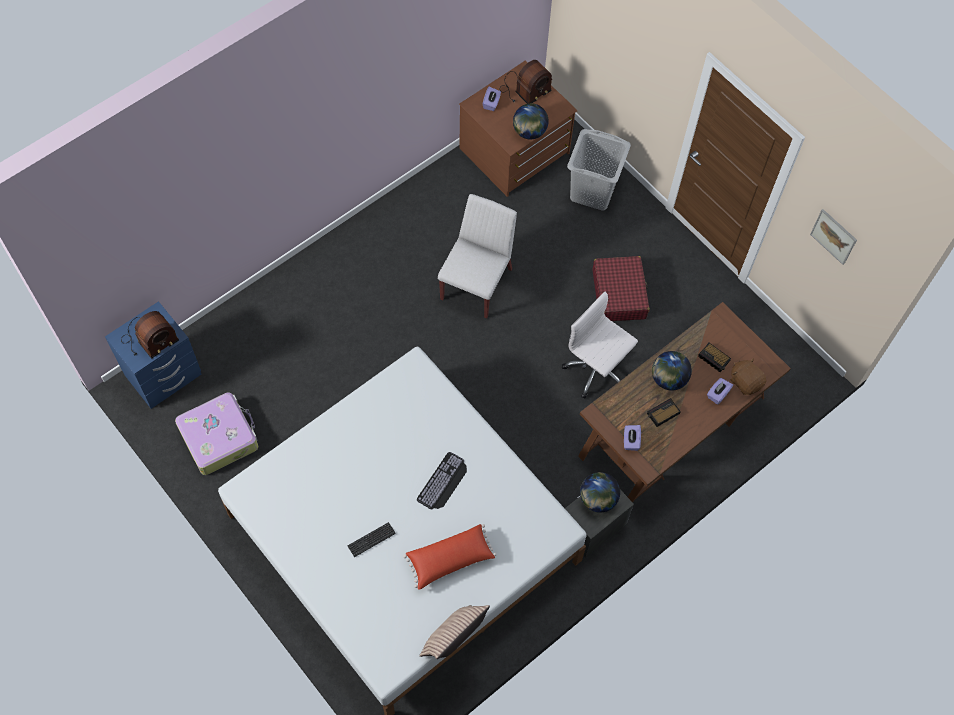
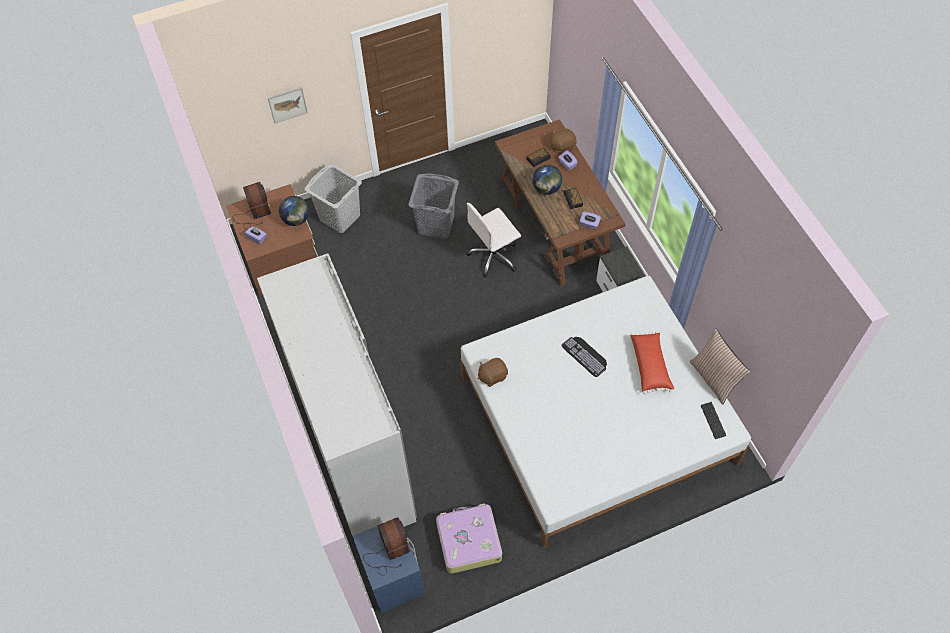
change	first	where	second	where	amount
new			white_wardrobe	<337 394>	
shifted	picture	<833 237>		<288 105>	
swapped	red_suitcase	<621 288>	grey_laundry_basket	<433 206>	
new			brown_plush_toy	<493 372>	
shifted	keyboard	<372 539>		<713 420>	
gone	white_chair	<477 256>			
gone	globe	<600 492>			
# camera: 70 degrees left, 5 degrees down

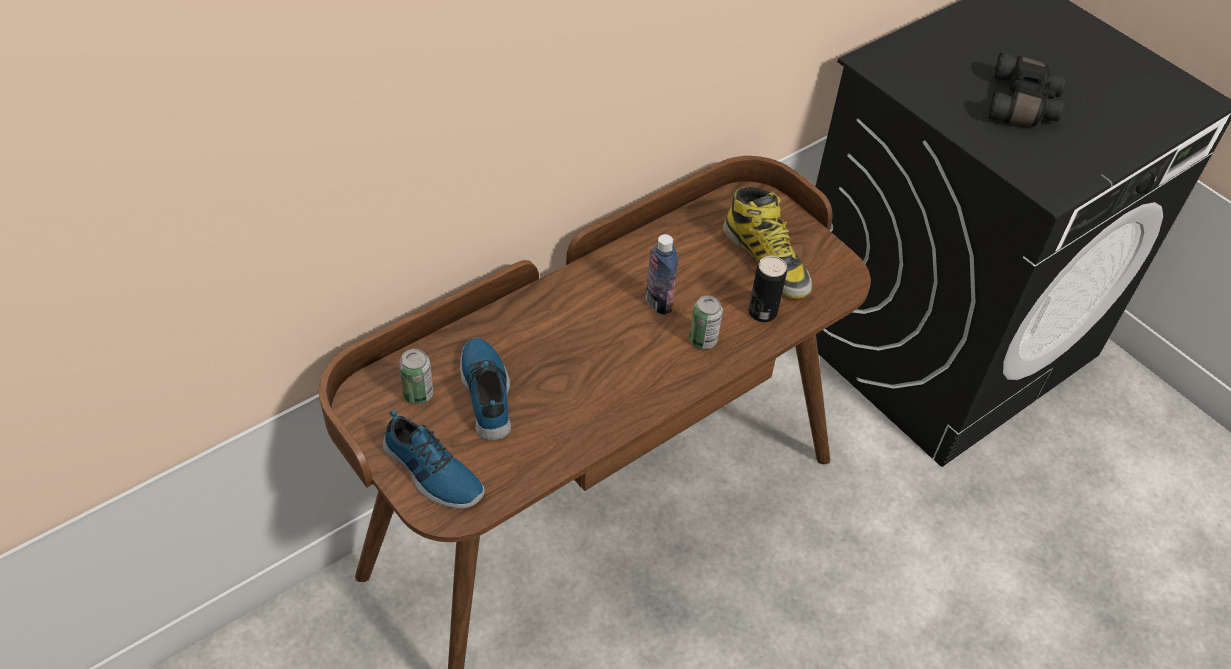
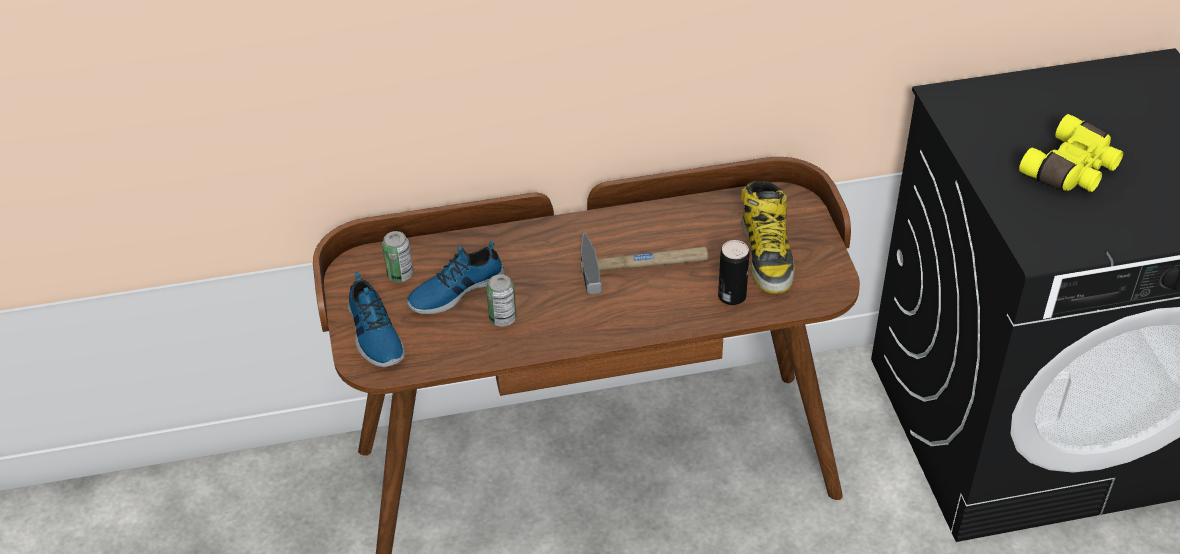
change	first	where	second	where	amount
rotated	shoe	<485 388>		<455 277>	135 degrees counterclockwise
shifted	can	<706 322>		<501 300>	
swapped	bottle	<662 274>	hammer	<644 263>	
repainted	black_binoculars	<1026 89>	yellow_binoculars	<1071 153>	
# camera: 30 degrees right, 5 degrees down

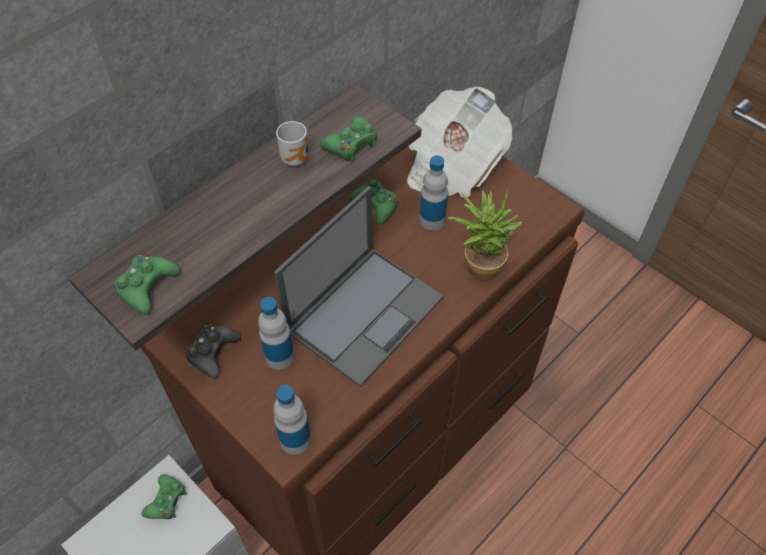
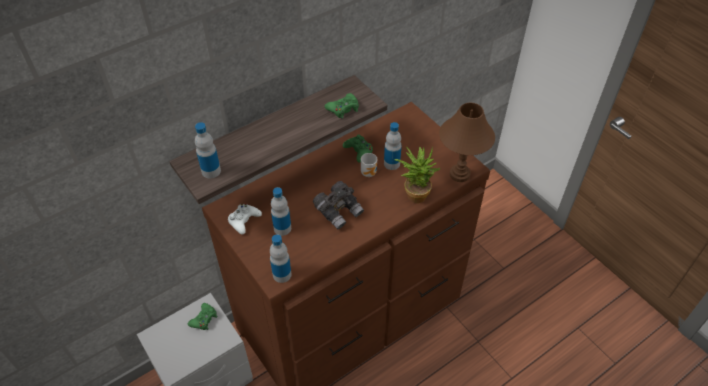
change	first	where	second	where	amount
swapped	green_game_controller	<147 284>	bottle	<208 150>	
repainted	black_game_controller	<213 351>	white_game_controller	<245 219>	
swapped	laptop	<359 286>	grey_binoculars	<338 205>	
shifted	mug	<292 143>		<369 165>	
new			brown_table_lamp	<467 142>	
gone	newspaper	<459 142>			
# camera: 10 degrees right, 5 degrees down

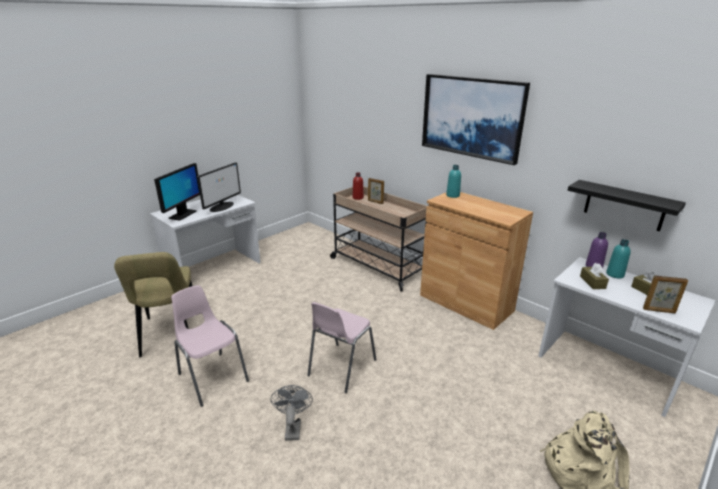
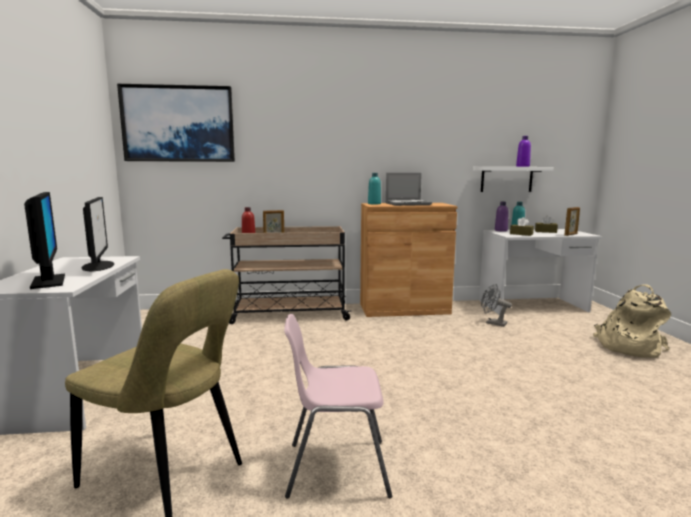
change	first	where	second	where	amount
shifted	picture	<476 119>		<176 123>	
new			laptop	<408 189>	
repainted	black_shelf	<627 205>	white_shelf	<513 179>	
shifted	grey_fan	<292 413>		<496 305>	
new			purple_bottle	<523 151>	
gone	pink_chair	<341 347>			
# camera: 50 degrees left, 15 degrees down

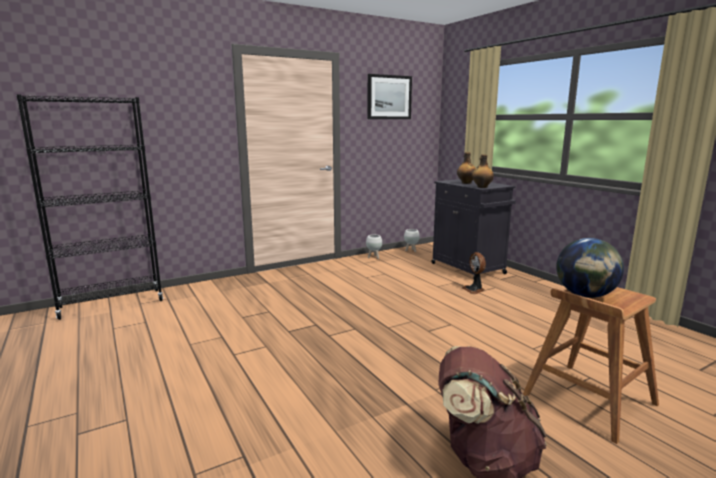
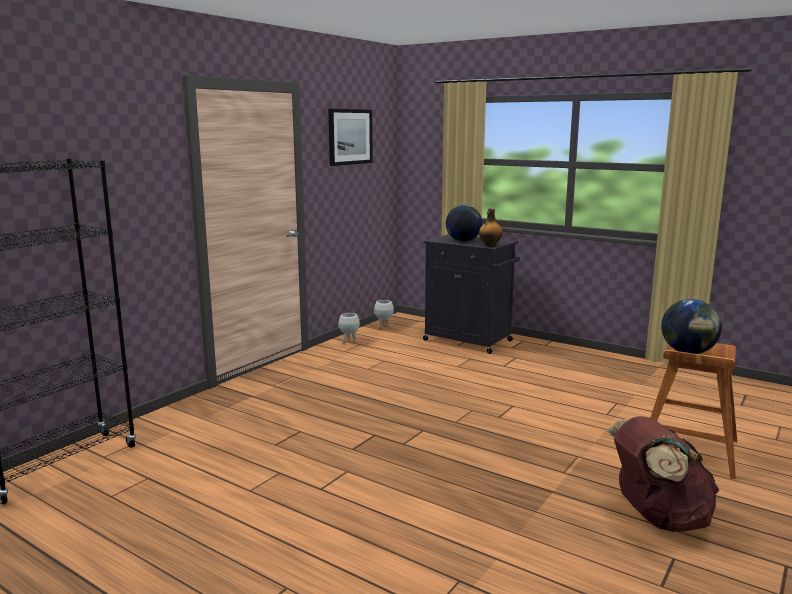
change	first	where	second	where	amount
swapped	bottle	<466 168>	globe	<464 223>	
gone	fan	<474 273>			
# camera: 25 degrees left, 0 degrees up

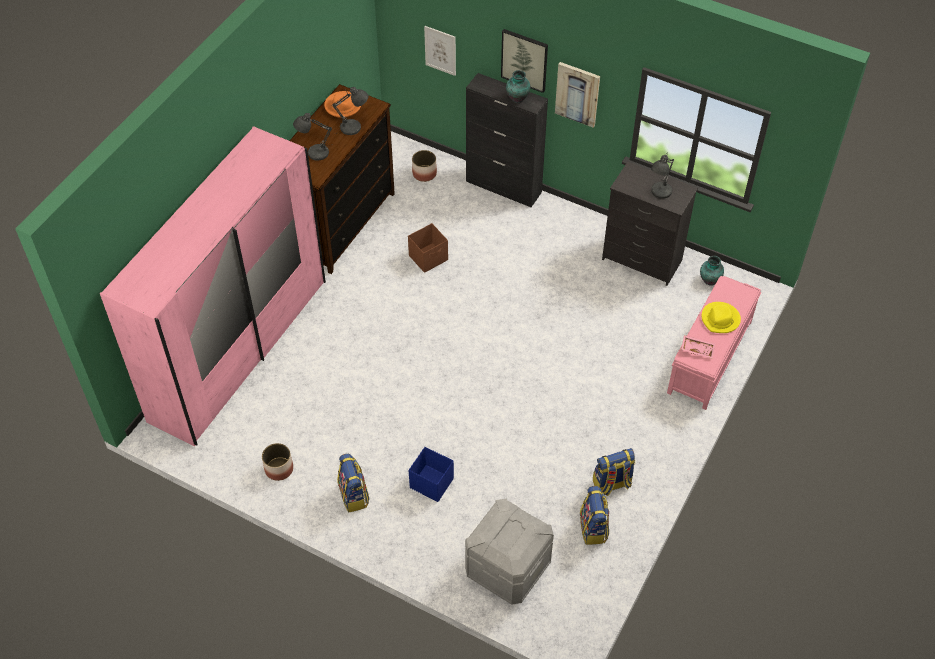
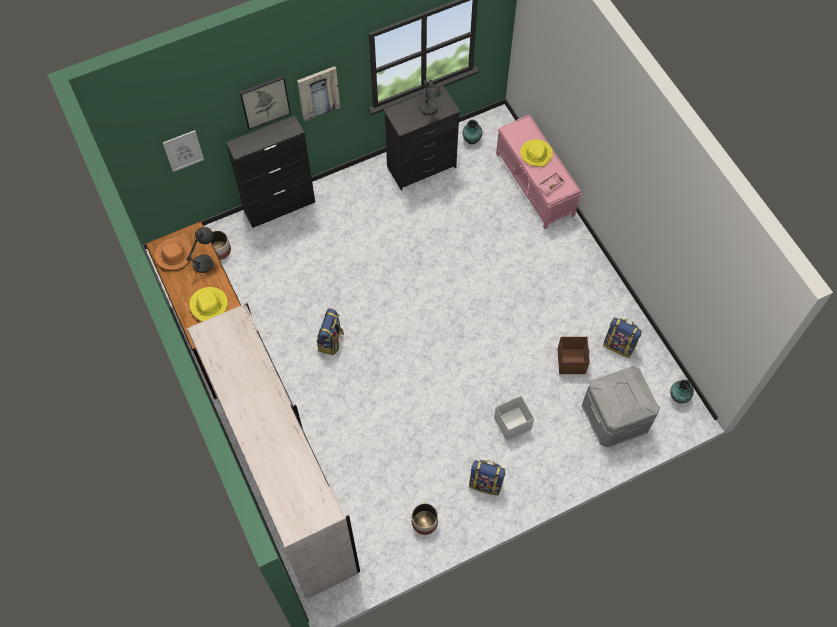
change	first	where	second	where	amount
repainted	pink_wardrobe	<213 286>	white_wardrobe	<273 451>	
swapped	grey_table_lamp	<313 136>	yellow_hat	<209 304>	
shifted	backpack	<614 472>		<330 331>	
repainted	blue_storage_box	<431 474>	white_storage_box	<514 418>	
shifted	brown_storage_box	<428 248>		<573 355>	
shifted	vase	<518 86>		<682 391>	
# camera: 55 degrees left, 10 degrees up

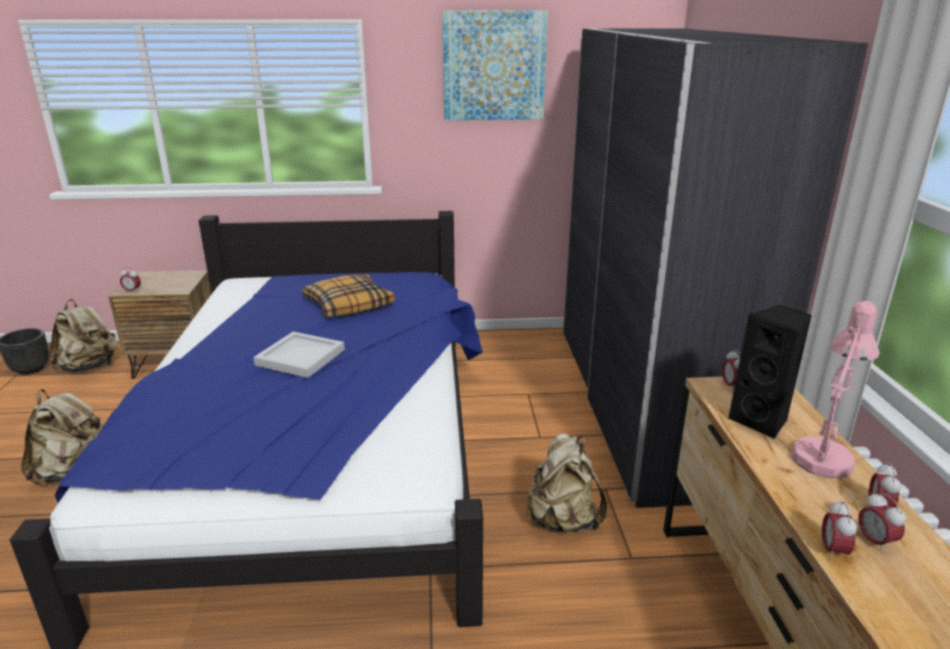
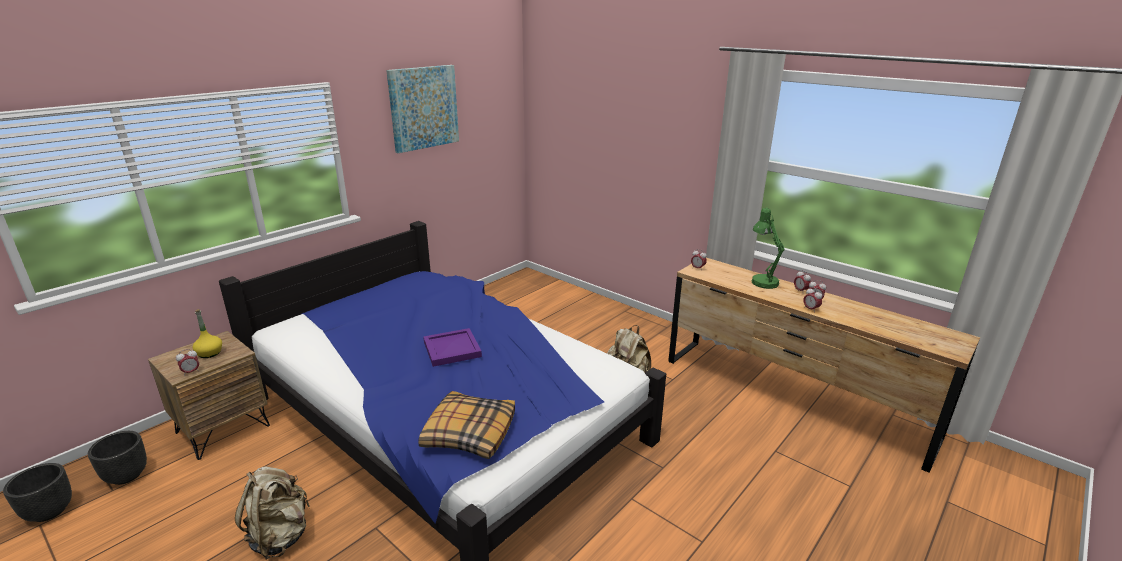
change	first	where	second	where	amount
swapped	beige_backpack	<83 335>	black_planter	<117 458>	
new			yellow_bottle	<207 333>	
shifted	pillow	<348 295>		<466 425>	
repainted	white_tray	<299 355>	purple_tray	<452 347>	
repainted	pink_table_lamp	<835 390>	green_table_lamp	<768 248>	
gone	grey_wardrobe	<715 268>			
gone	black_speaker	<770 372>			
# camera: 45 degrees left, 0 degrees up

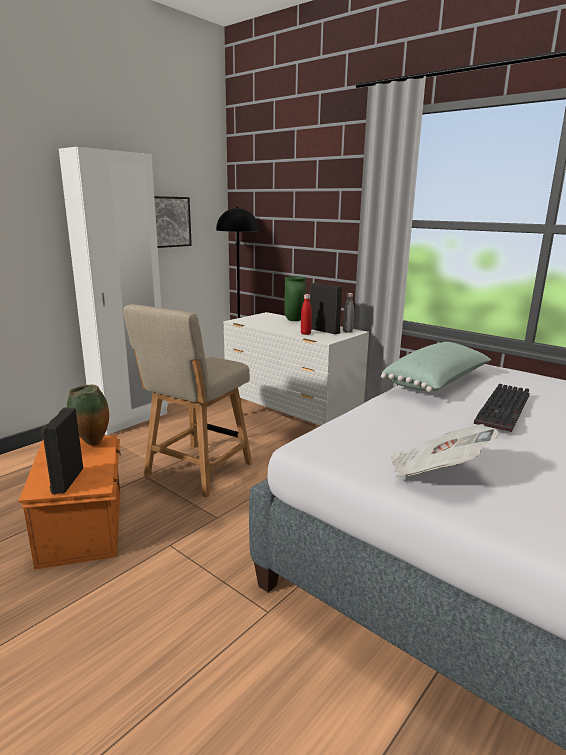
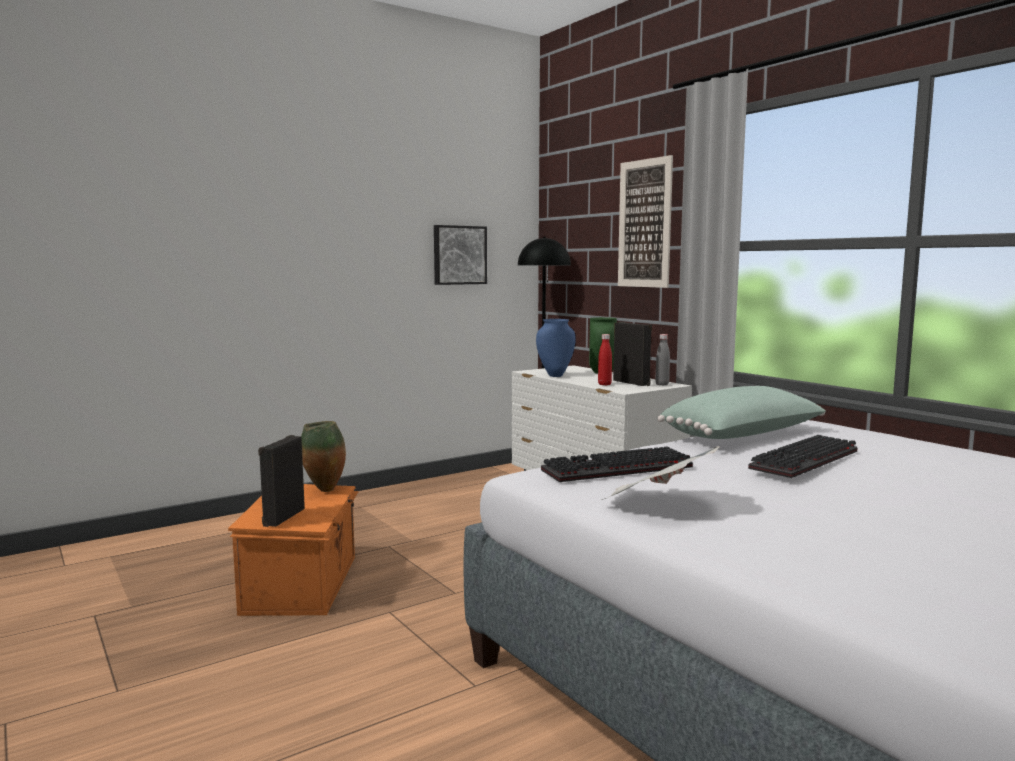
change	first	where	second	where	amount
new			blue_vase	<555 348>	
new			keyboard	<617 464>	
new			picture	<645 221>	
gone	white_wardrobe	<113 291>			
gone	beige_chair	<187 401>			
# camera: 15 degrees right, 10 degrees down

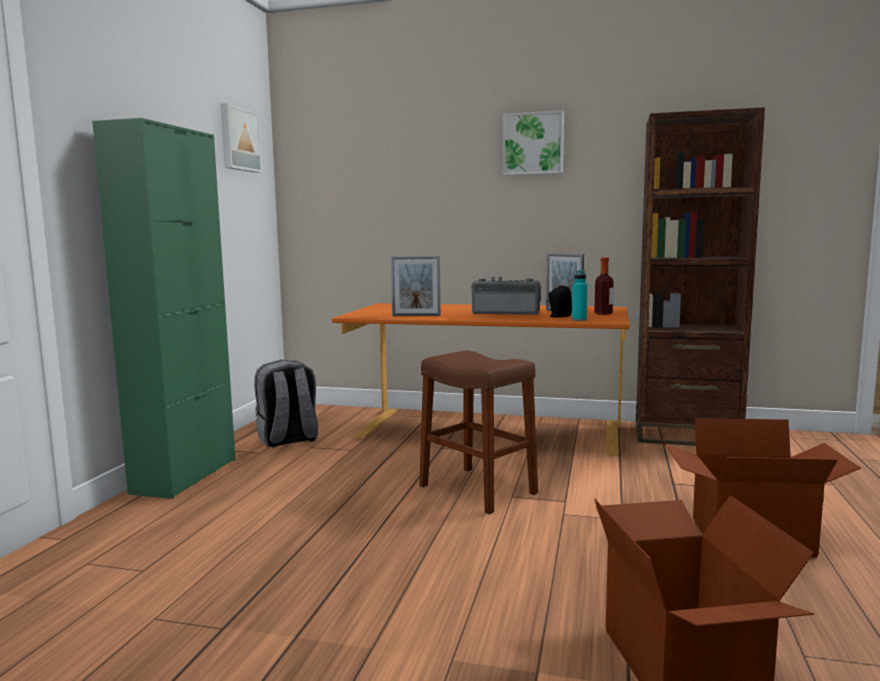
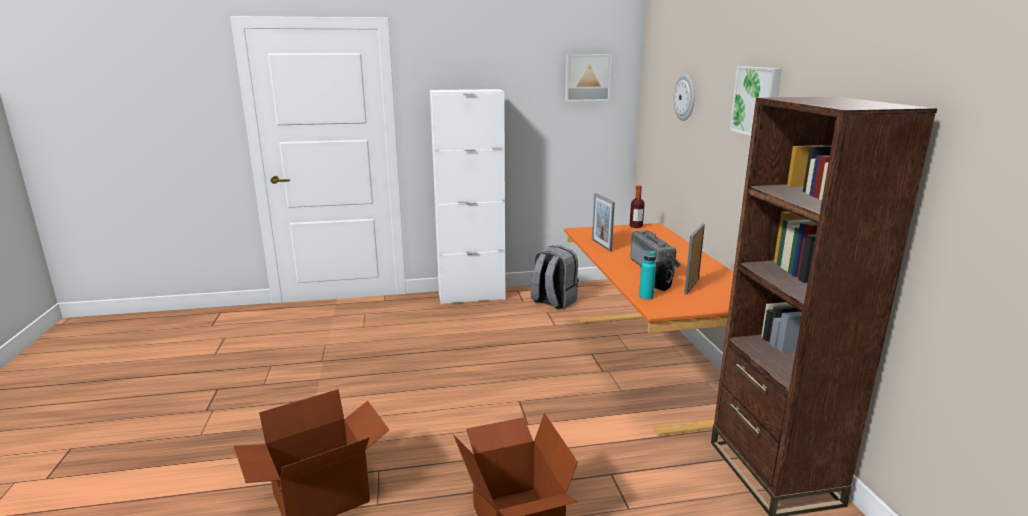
change	first	where	second	where	amount
repainted	green_cabinet	<163 308>	white_cabinet	<467 197>	
shifted	bottle	<604 286>		<637 206>	
new			wall_clock	<684 97>	
gone	brown_stool	<478 432>			
# camera: 65 degrees right, 10 degrees up

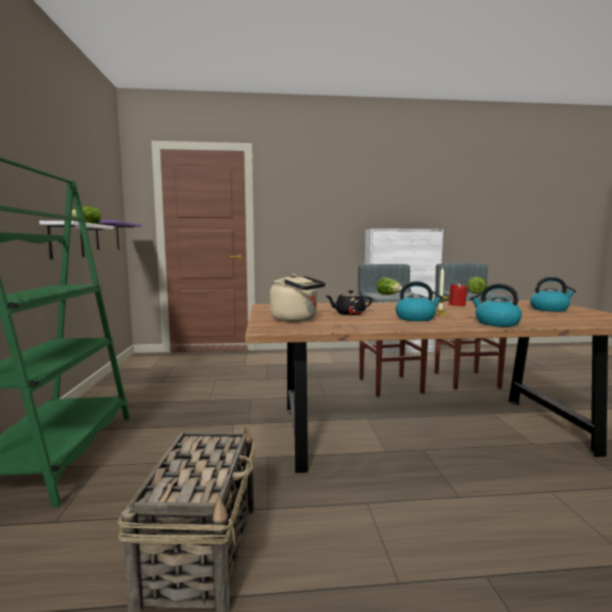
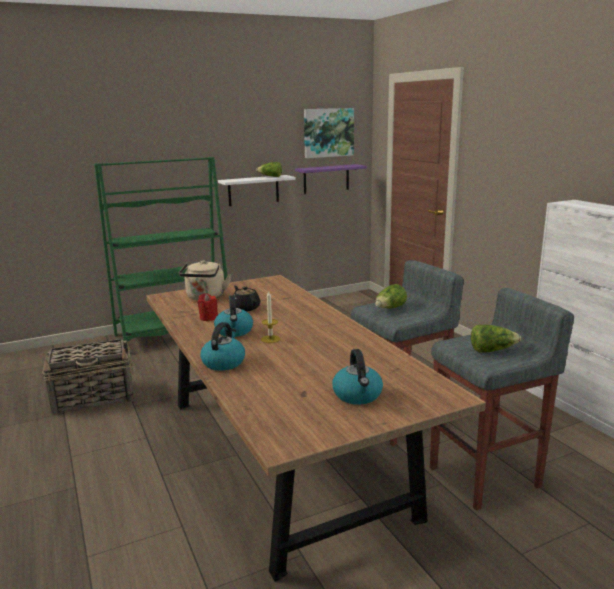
change	first	where	second	where	amount
shifted	red_candle	<458 294>		<207 307>	
new			picture	<329 133>	
# camera: 70 degrees right, 10 degrees up

